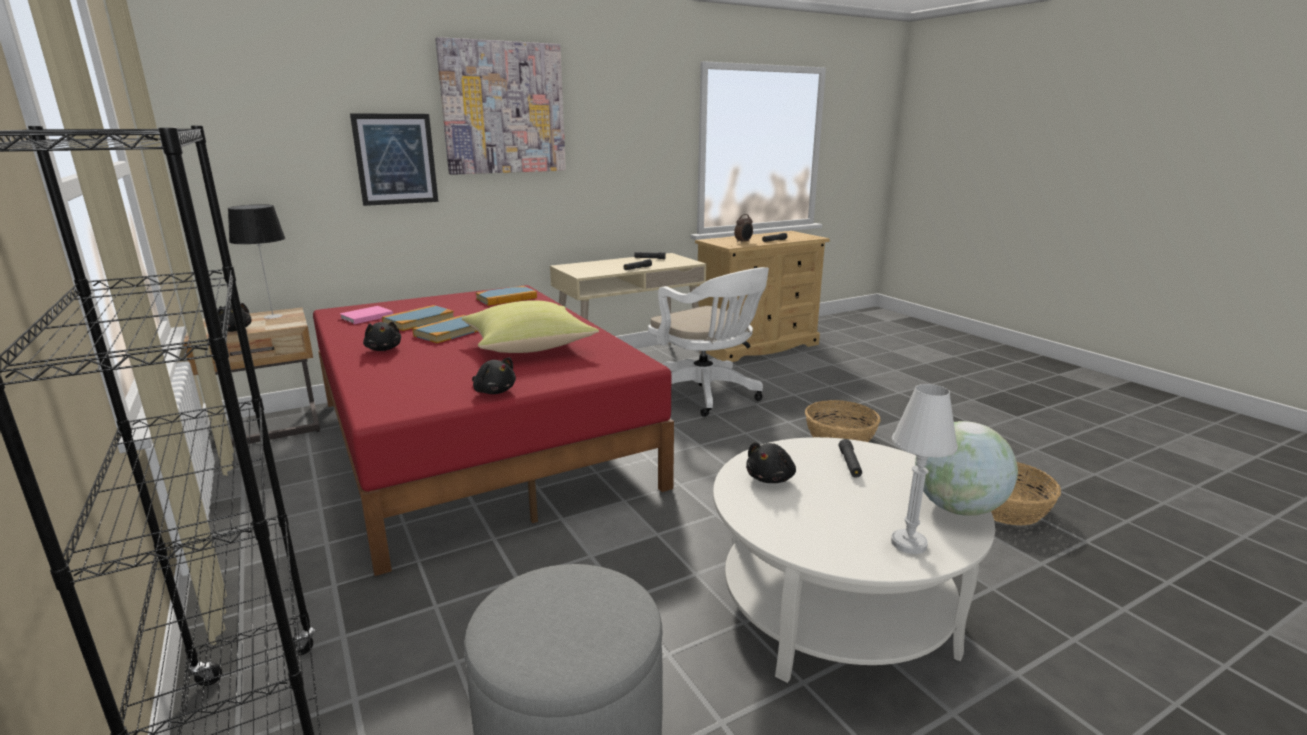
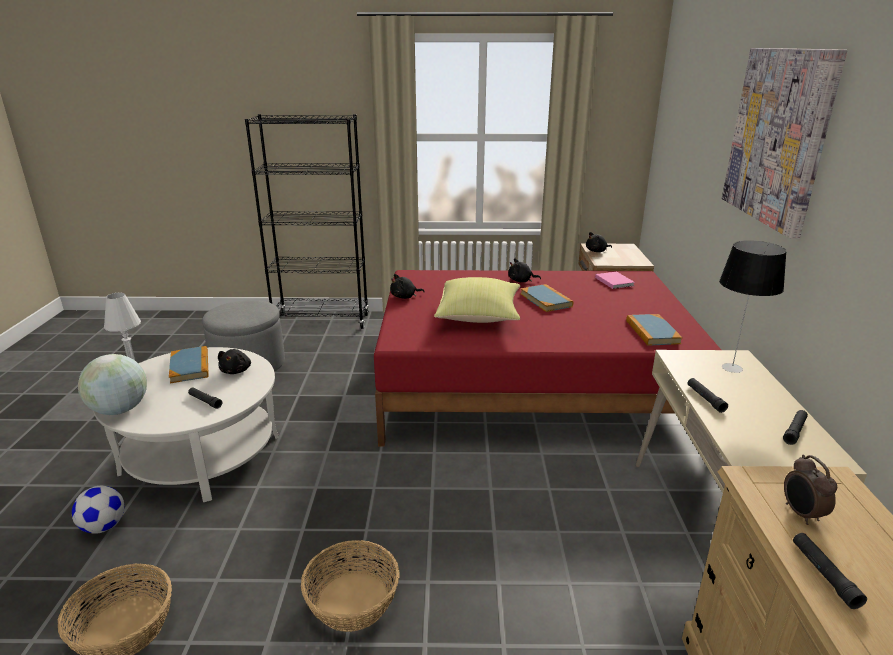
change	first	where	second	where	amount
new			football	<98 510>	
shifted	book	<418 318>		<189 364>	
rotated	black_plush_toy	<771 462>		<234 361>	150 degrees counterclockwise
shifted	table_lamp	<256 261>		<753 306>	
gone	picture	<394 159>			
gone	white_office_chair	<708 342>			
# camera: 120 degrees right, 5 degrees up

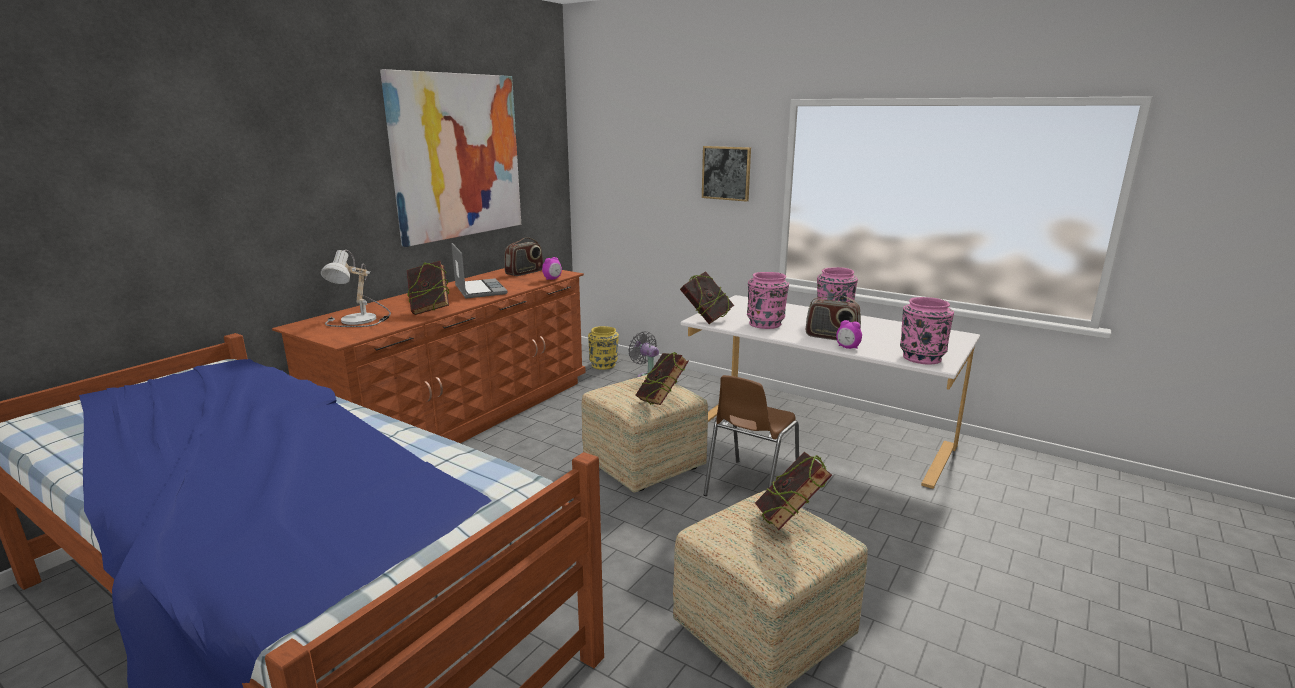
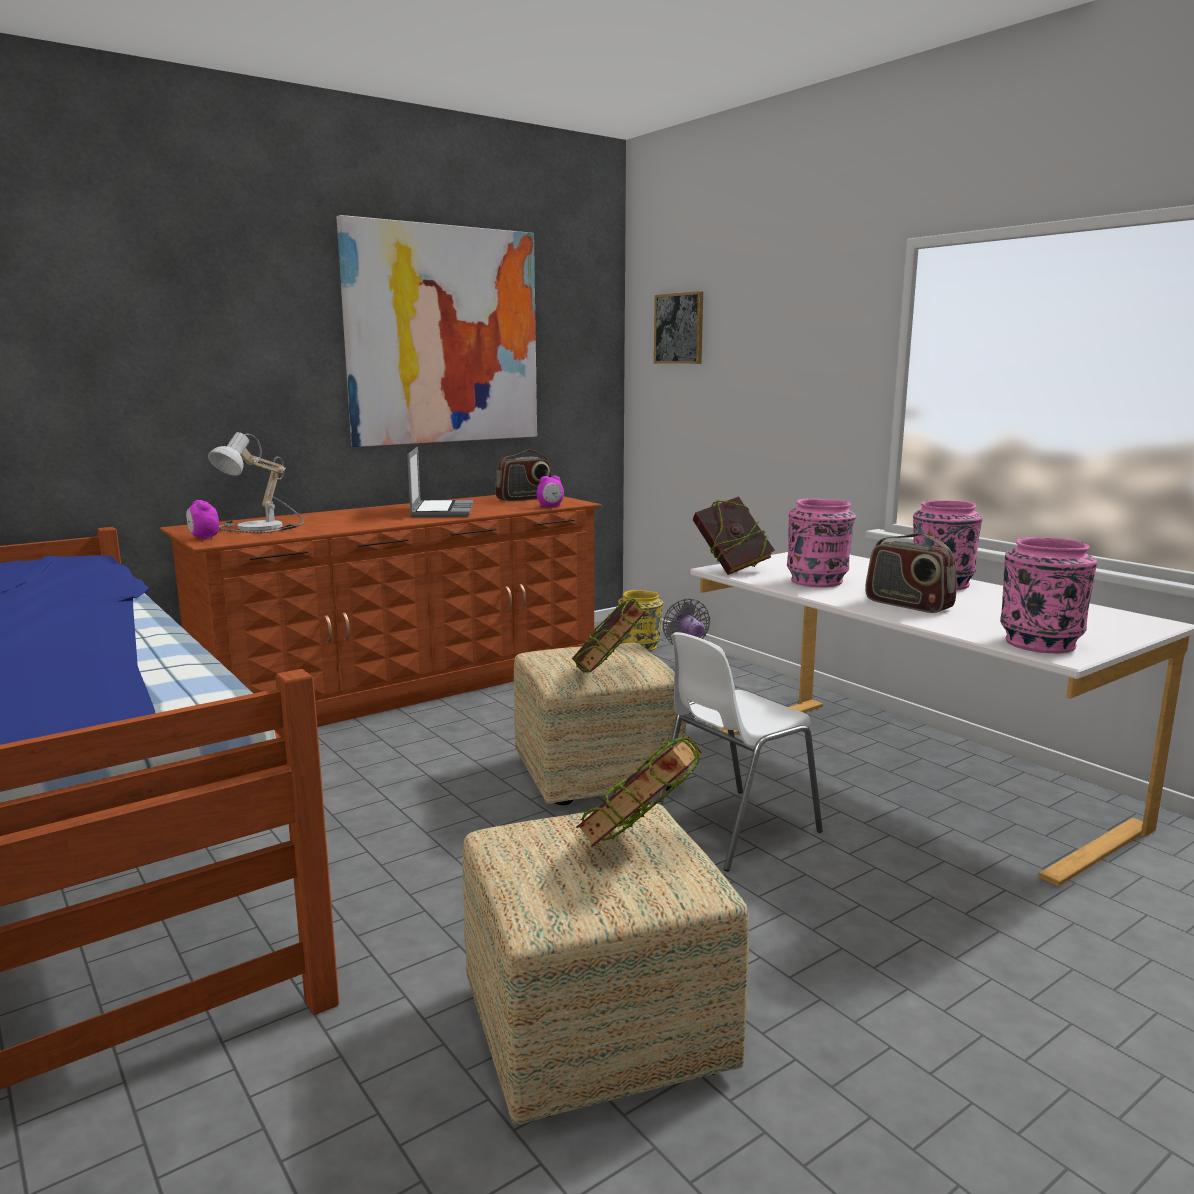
change	first	where	second	where	amount
shifted	alarm_clock	<849 334>		<202 519>	
shifted	picture	<726 174>		<678 327>	
repainted	brown_chair	<751 435>	white_chair	<740 752>	
gone	book	<428 288>			
# camera: 20 degrees right, 5 degrees down

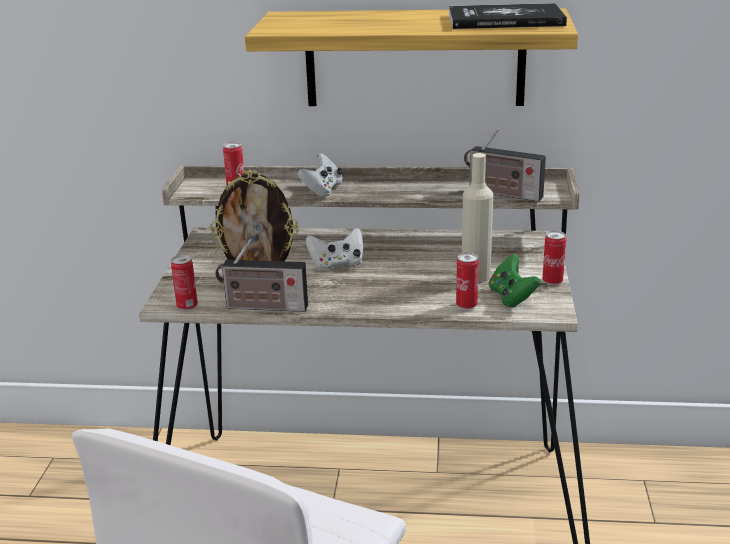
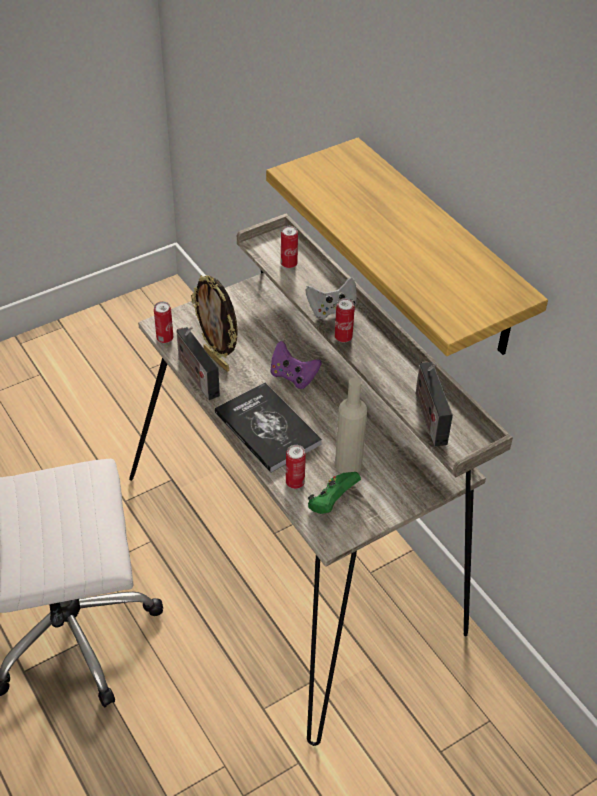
change	first	where	second	where	amount
shifted	book	<508 16>		<268 427>	
repainted	white_game_controller	<334 249>	purple_game_controller	<296 365>	
shifted	can	<554 258>		<345 320>	
# camera: 50 degrees right, 20 degrees up

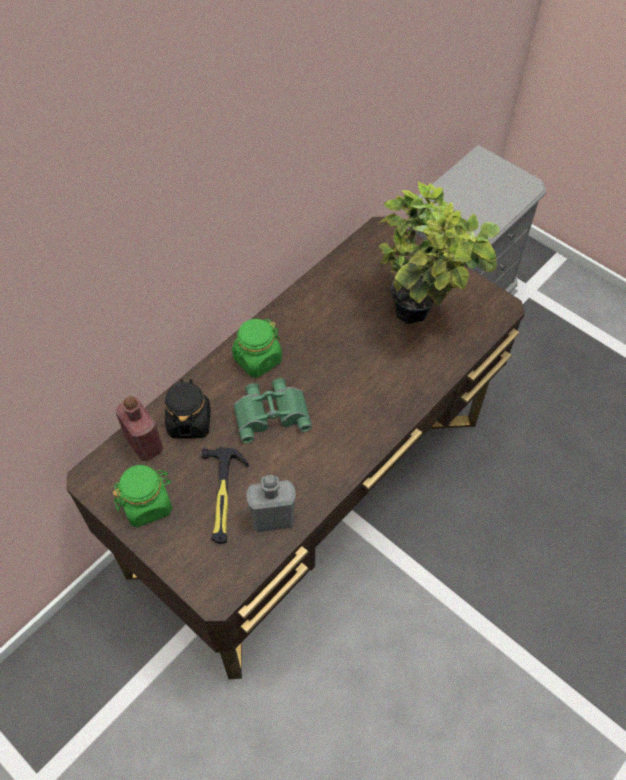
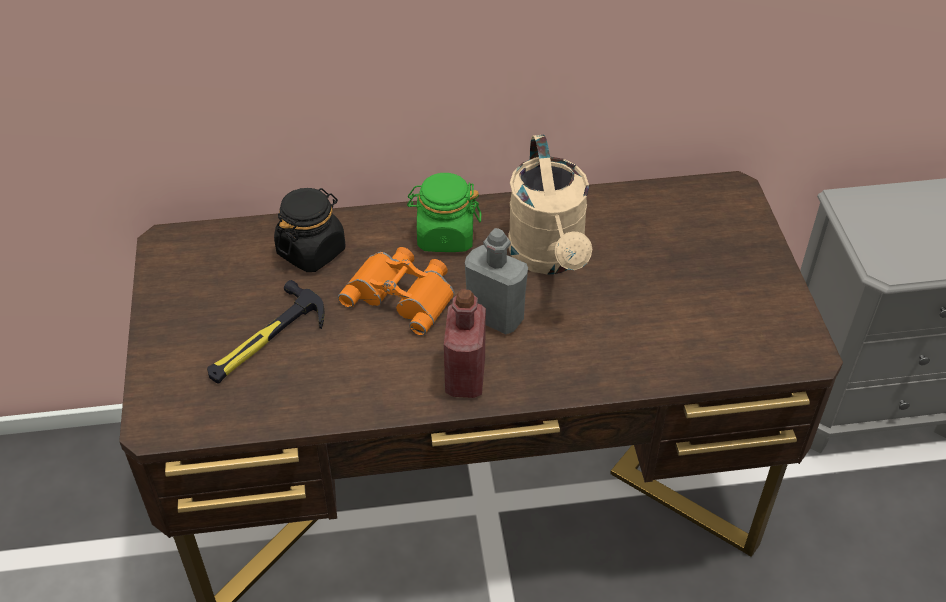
change	first	where	second	where	amount
repainted	green_binoculars	<273 410>	orange_binoculars	<396 291>	
shifted	red_bottle	<139 428>		<465 343>	
shifted	grey_bottle	<271 503>		<496 281>	
new			beige_watering_can	<550 204>	
gone	green_jar	<142 496>			
gone	potted_plant	<439 253>			
# camera: 40 degrees right, 10 degrees down

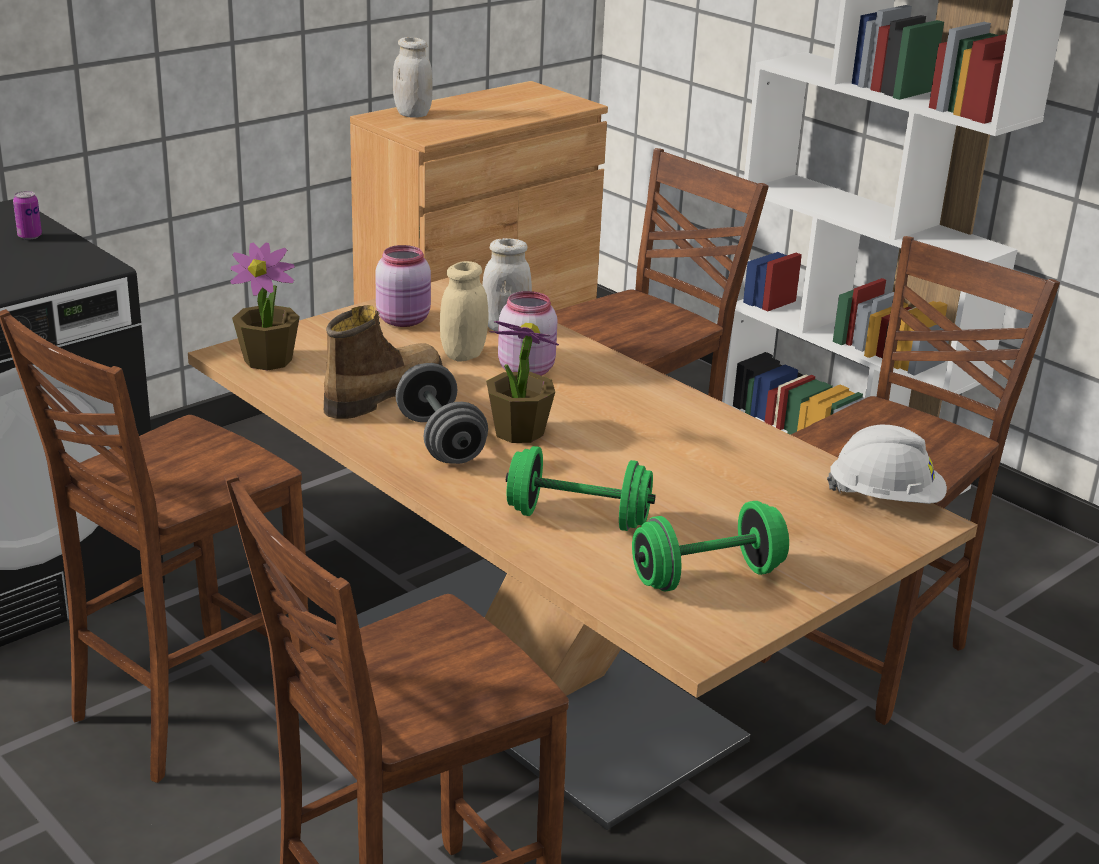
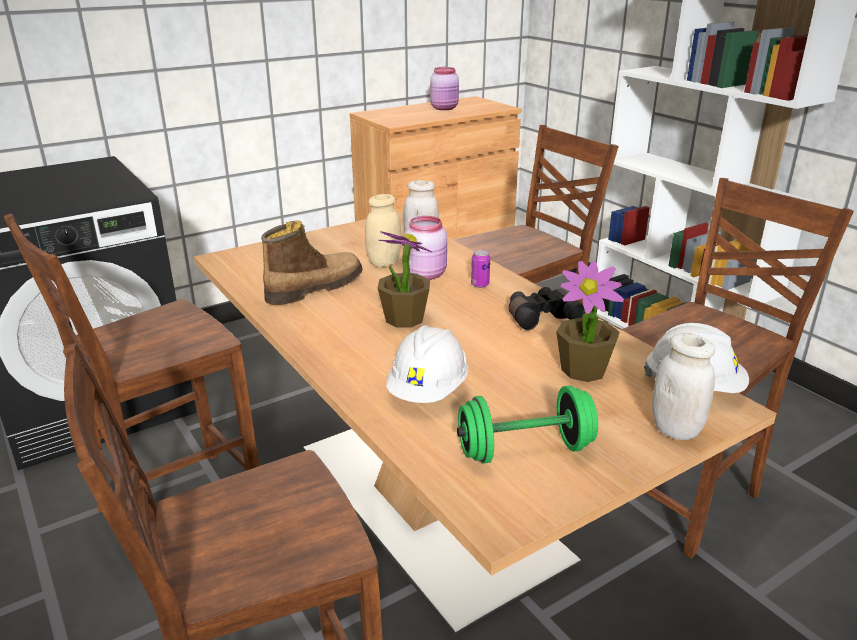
change	first	where	second	where	amount
swapped	green_dumbbell	<581 488>	white_hard_hat	<427 364>	
shifted	pink_jar	<403 286>		<444 88>	
shifted	can	<27 215>		<480 269>	
new			black_binoculars	<546 308>	
shifted	potted_plant	<265 306>		<590 321>	
shifted	white_jar	<412 77>		<683 386>	
gone	grey_dumbbell	<442 413>			
# camera: 10 degrees right, 0 degrees up

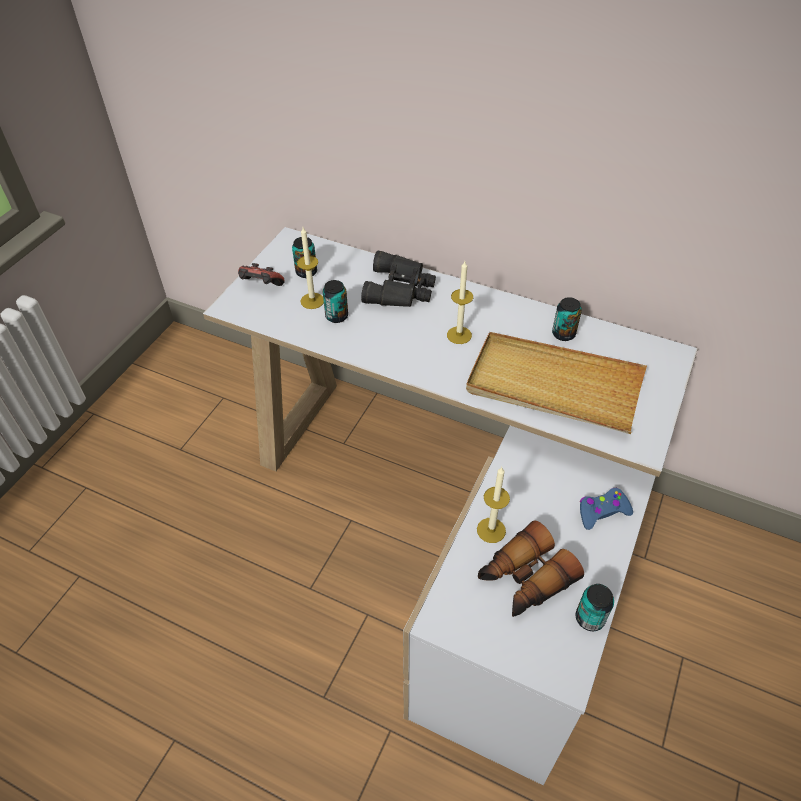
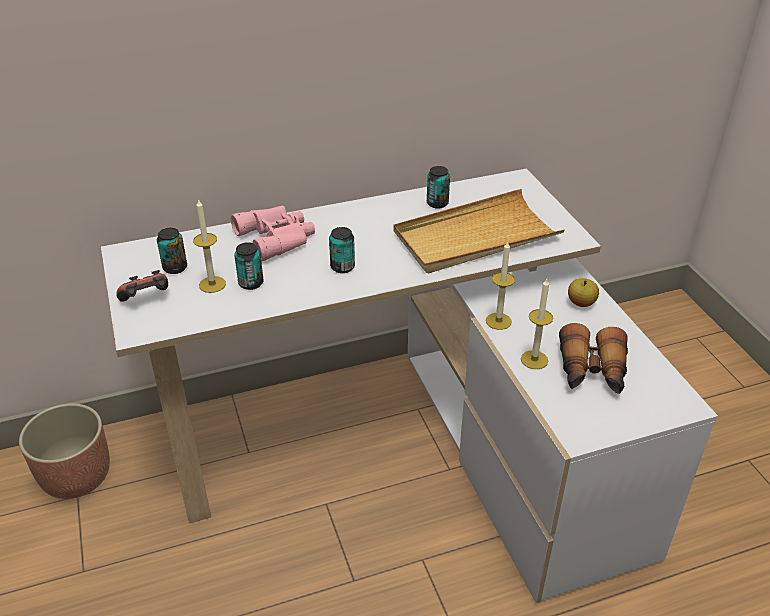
change	first	where	second	where	amount
new			planter	<64 451>	
repainted	black_binoculars	<398 279>	pink_binoculars	<273 233>	
shifted	can	<595 607>		<342 250>	
shifted	candle	<460 302>		<500 285>	
swapped	blue_game_controller	<606 509>	apple	<583 292>	
# camera: 45 degrees left, 10 degrees down

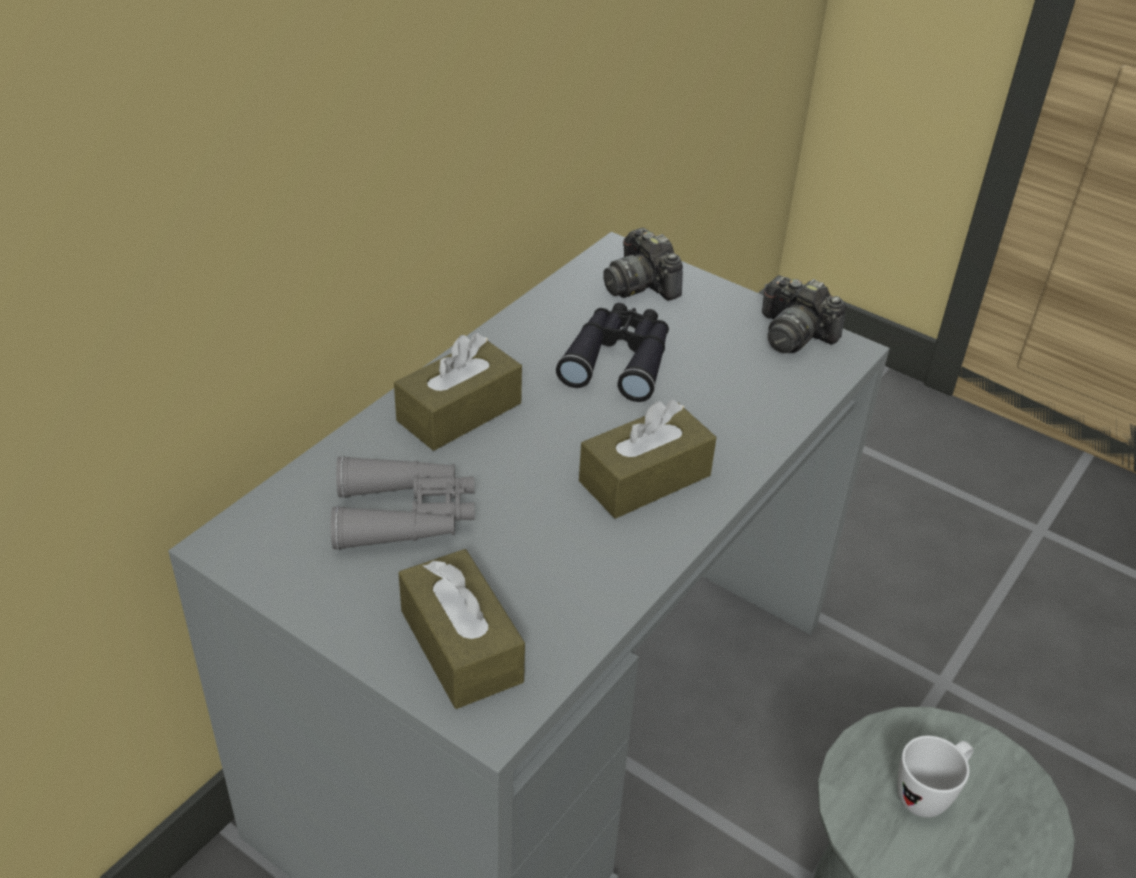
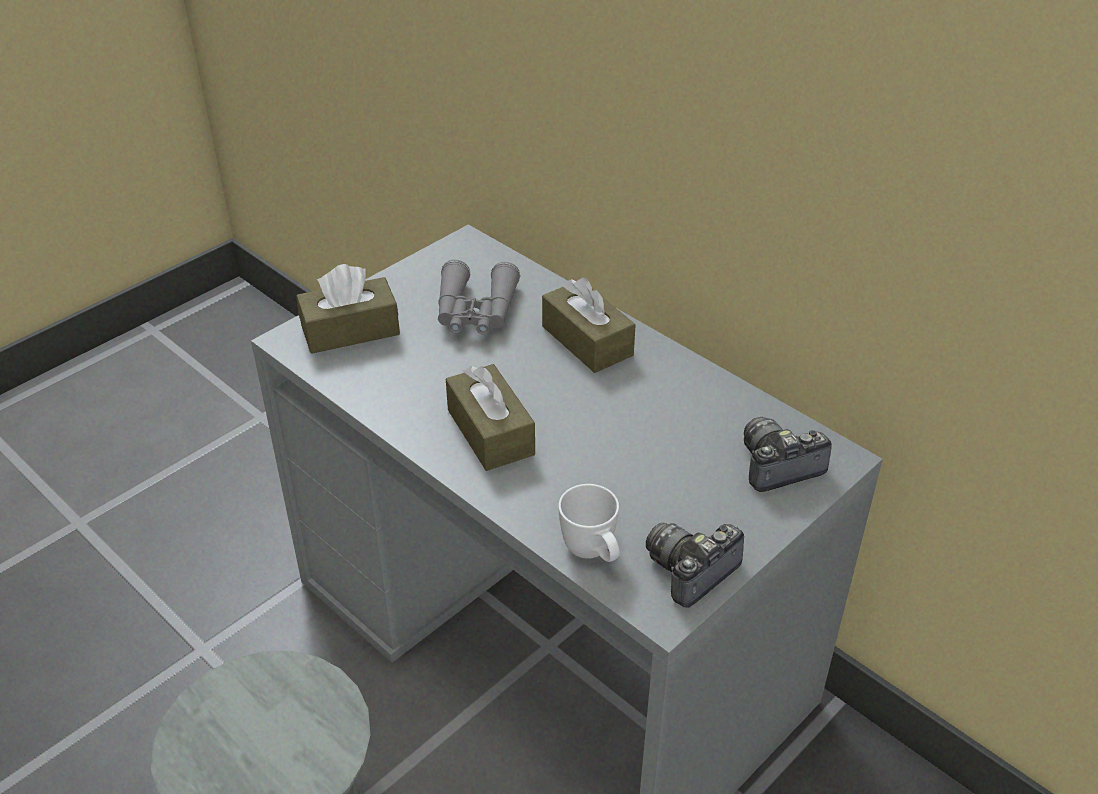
change	first	where	second	where	amount
shifted	white_mug	<935 776>		<589 523>	
gone	black_binoculars	<612 352>			
# camera: 100 degrees right, 0 degrees up

